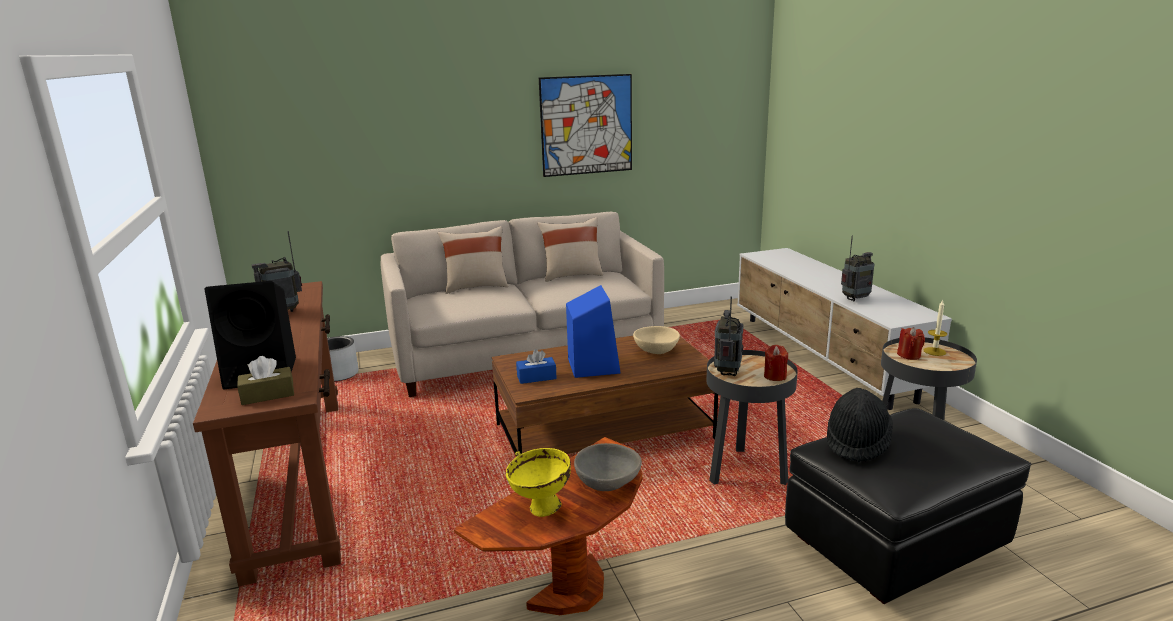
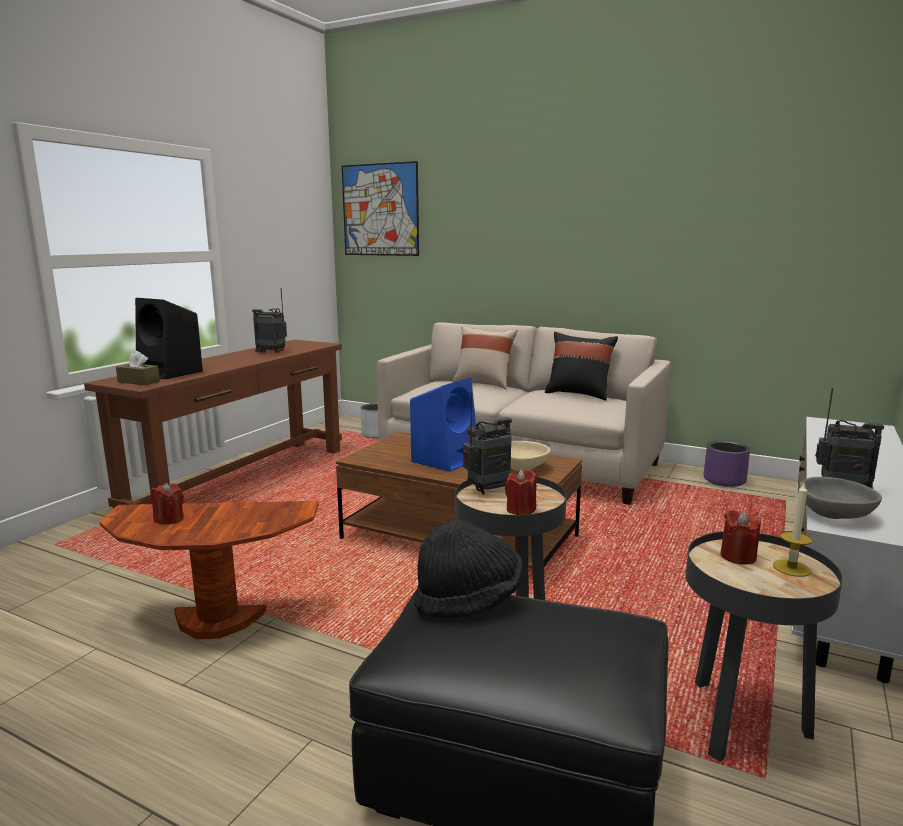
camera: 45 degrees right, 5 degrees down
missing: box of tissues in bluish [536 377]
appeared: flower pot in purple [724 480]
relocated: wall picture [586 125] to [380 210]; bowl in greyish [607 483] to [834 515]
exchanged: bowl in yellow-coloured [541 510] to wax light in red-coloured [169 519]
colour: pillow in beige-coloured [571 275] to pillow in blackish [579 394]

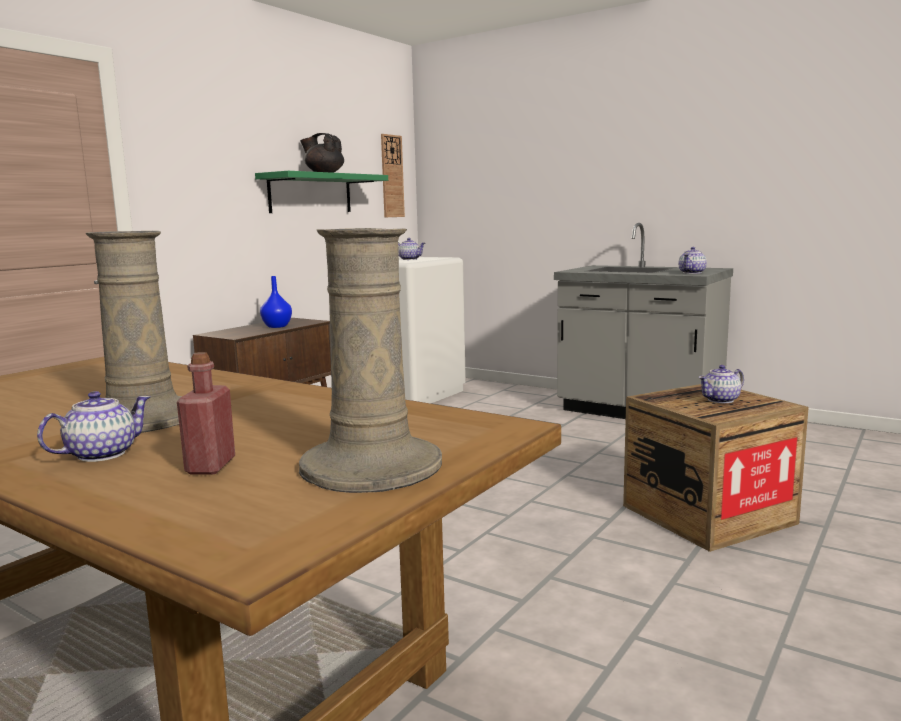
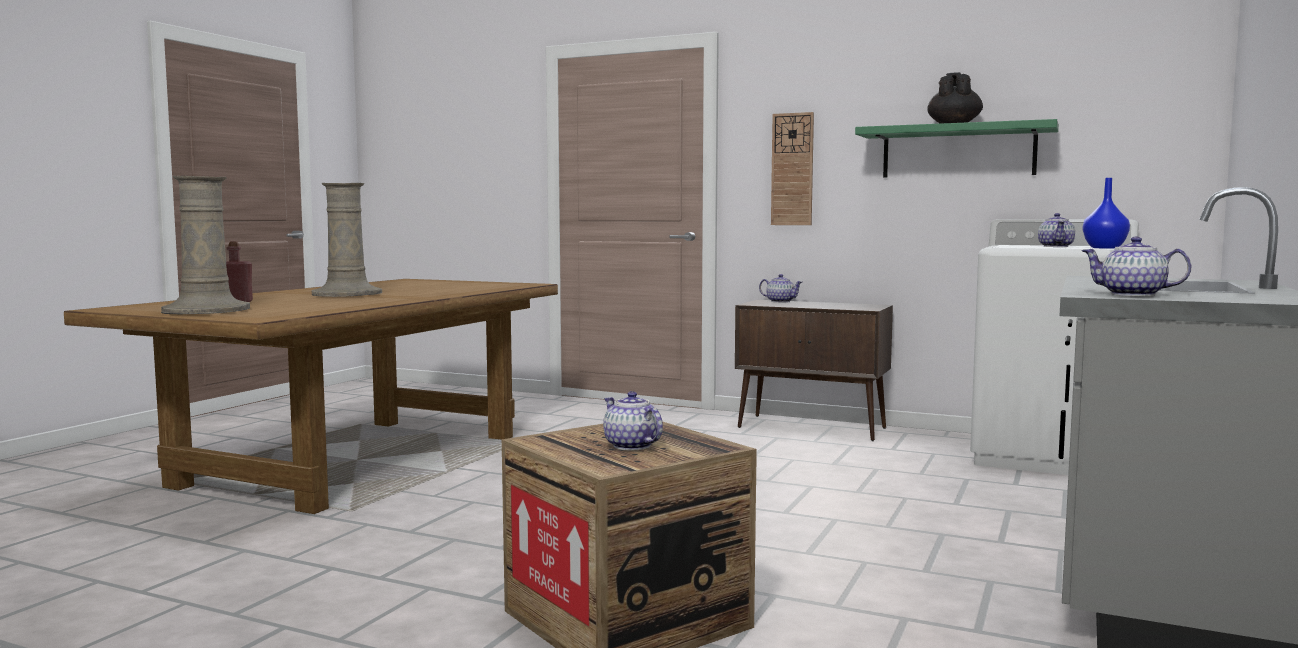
camera: 80 degrees right, 5 degrees down
relocated: pot for tea [100 454] to [780 301]; vase in bluish [277 326] to [1104 248]; clock on the wall [392 176] to [792 169]

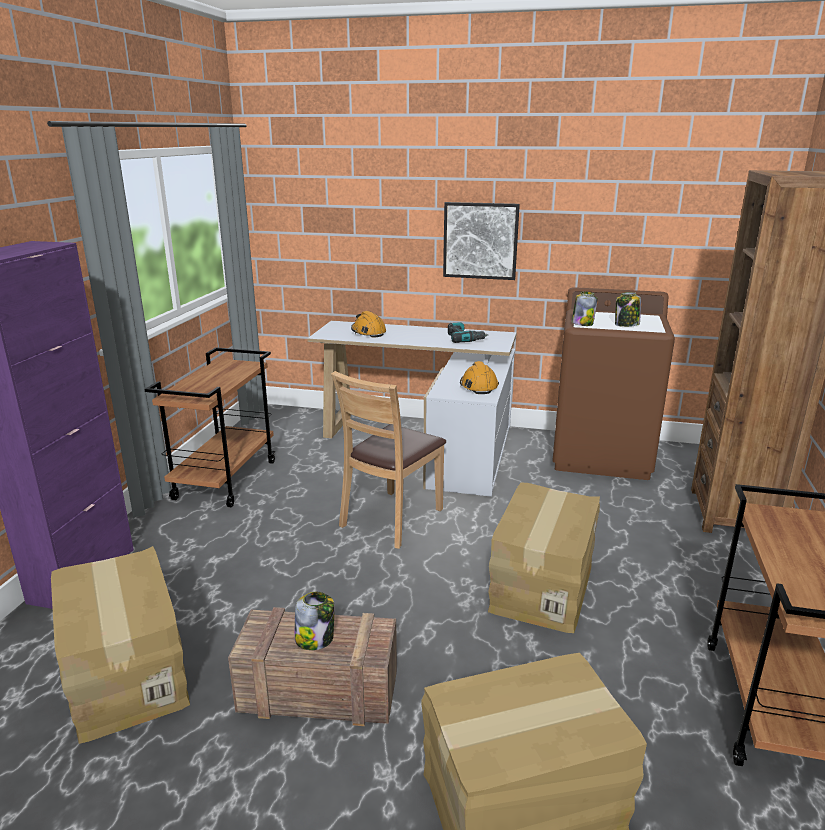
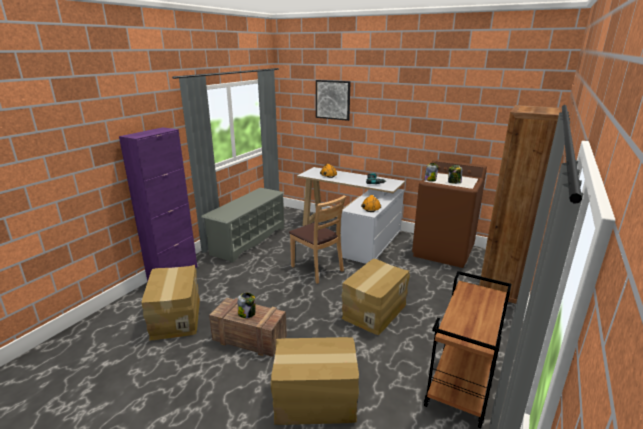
camera: 15 degrees right, 0 degrees up
relocated: wall picture [480 240] to [333 100]
exchanged: wheeled cart in brown-coloured [225 479] to shoe shelf in greyish [248 240]
spun: chair in brown-coloured [392 518] = [317 269] 90 degrees counterclockwise

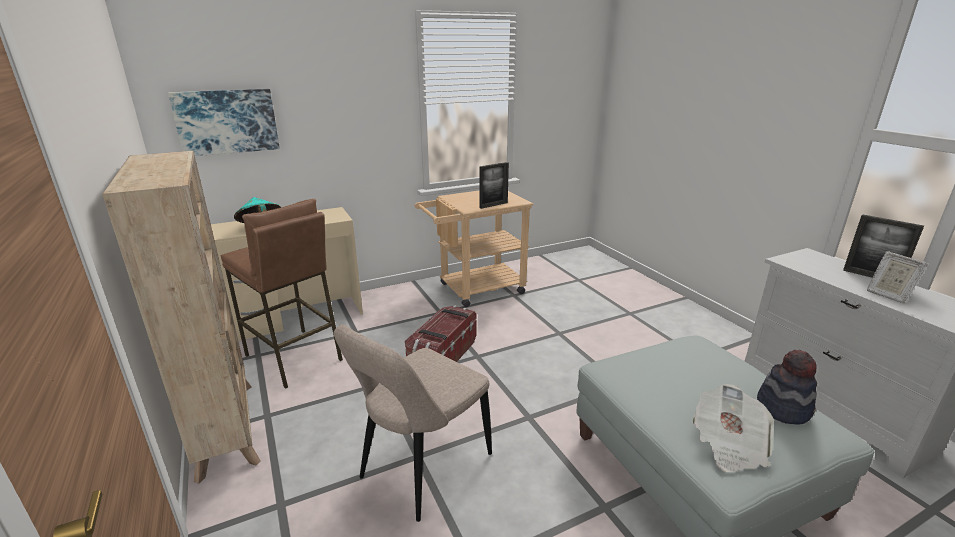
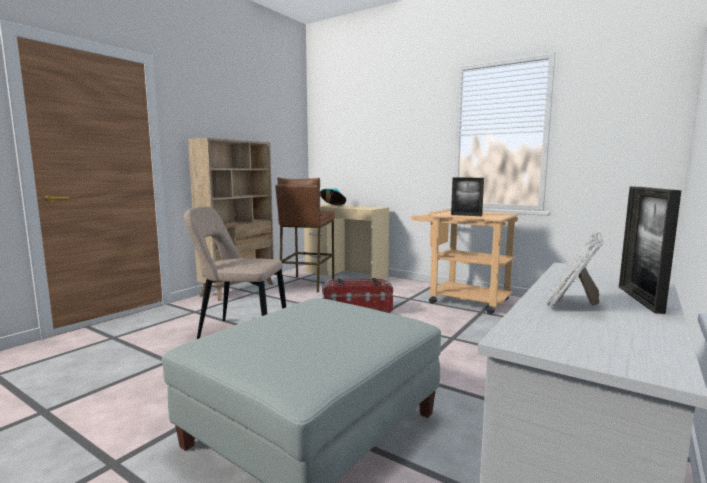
camera: 60 degrees right, 15 degrees down
missing: wall picture [227 121]; daily paper [728 445]; wearable hat [783 408]

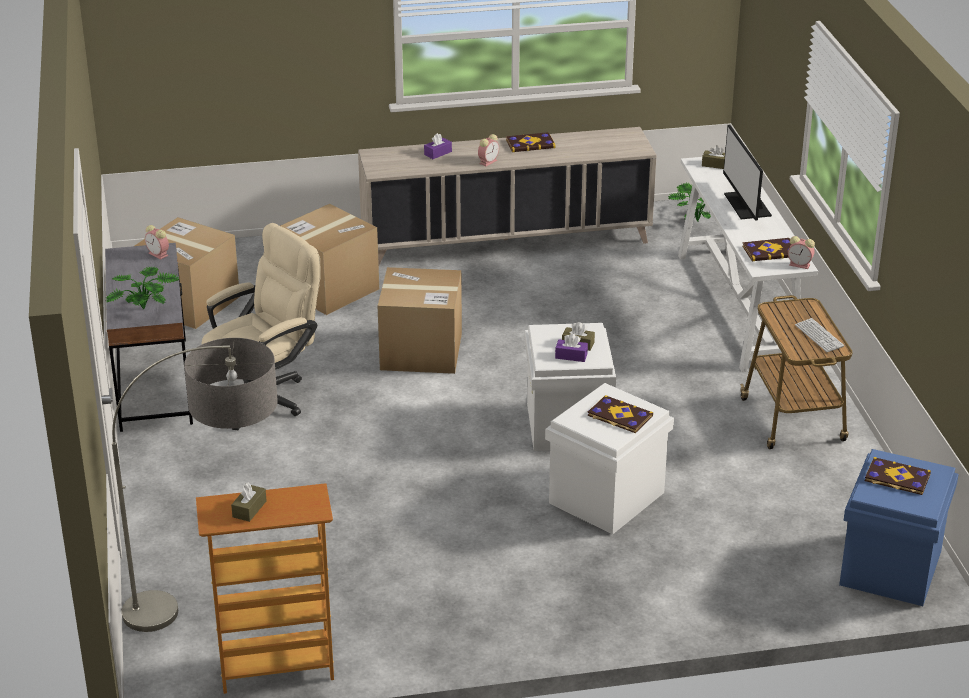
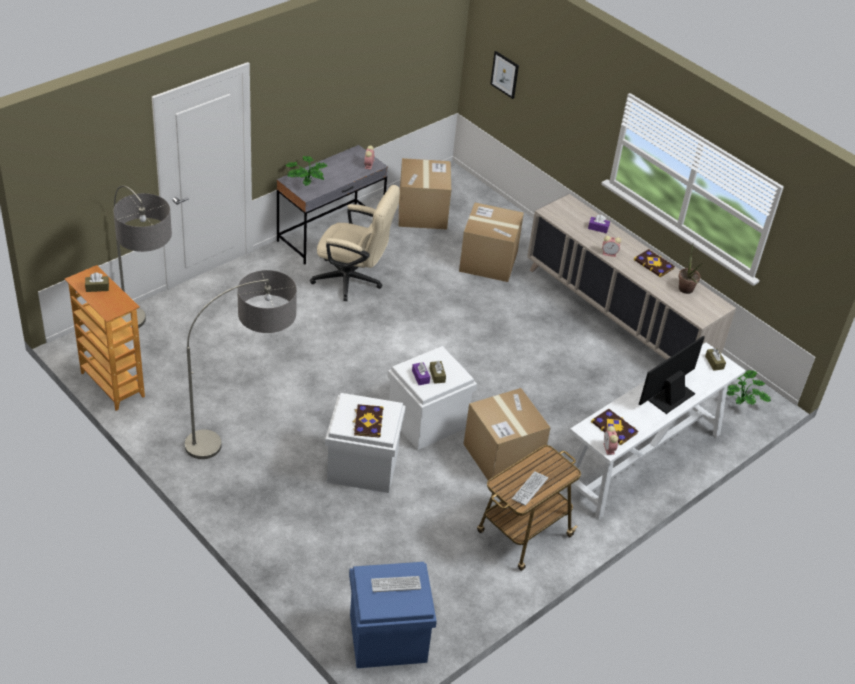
camera: 55 degrees right, 10 degrees up
appeared: standard lamp [246 438]; wall picture [505 74]; houseplant [686 291]
relocated: cardboard box [421 351] to [502 456]
exchanged: book [897 478] to keyboard [395 584]

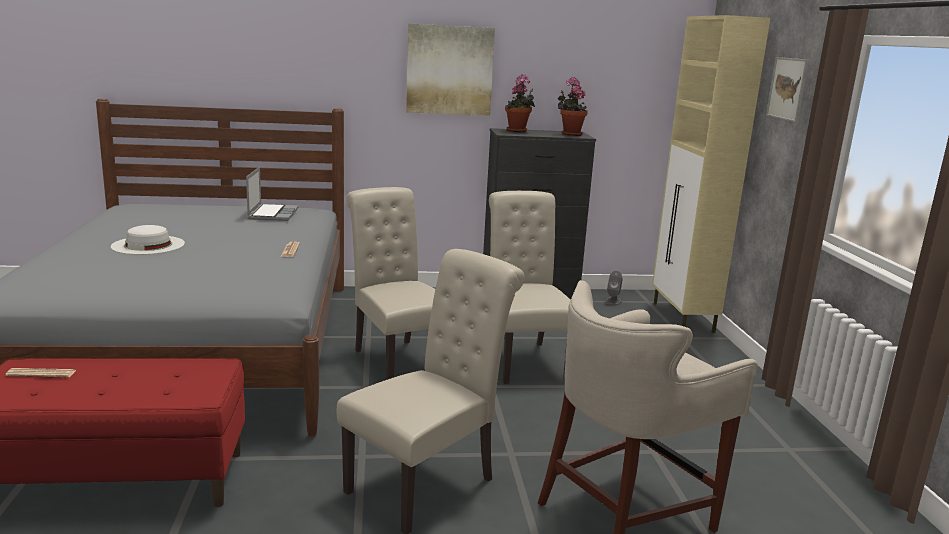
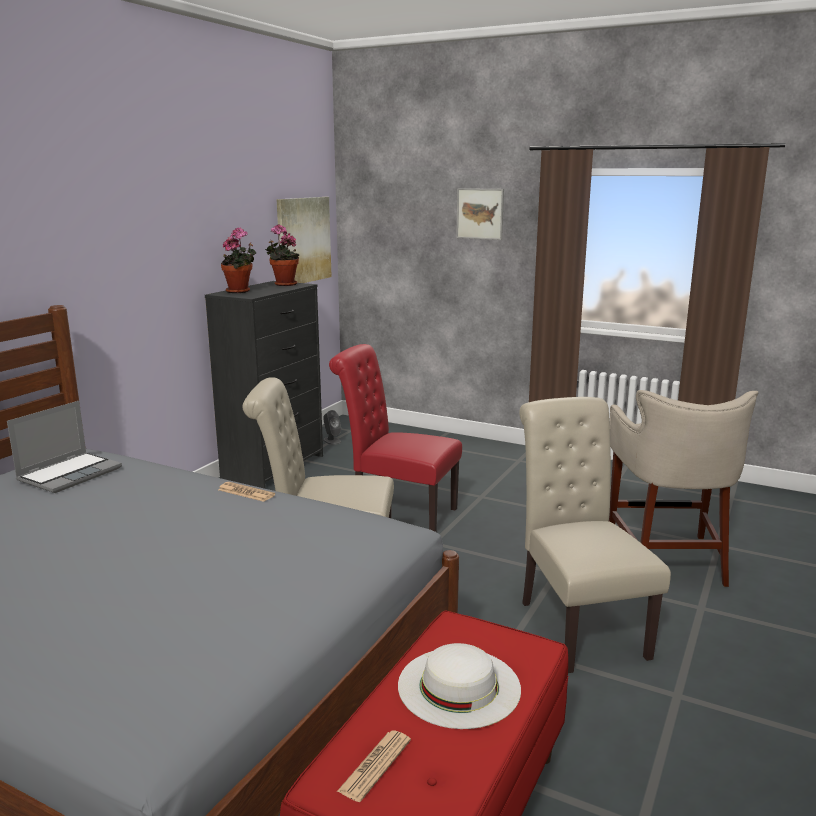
camera: 55 degrees left, 0 degrees up
missing: cupboard in beige-coloured [683 318]
relocated: wearable hat in white-coloured [148 245] to [458 686]; wall picture [449 70] to [303 240]
colour: chair in beige-coloured [523 359] to chair in red-coloured [397 512]
spun: laptop [272 214] = [70 474] 90 degrees clockwise

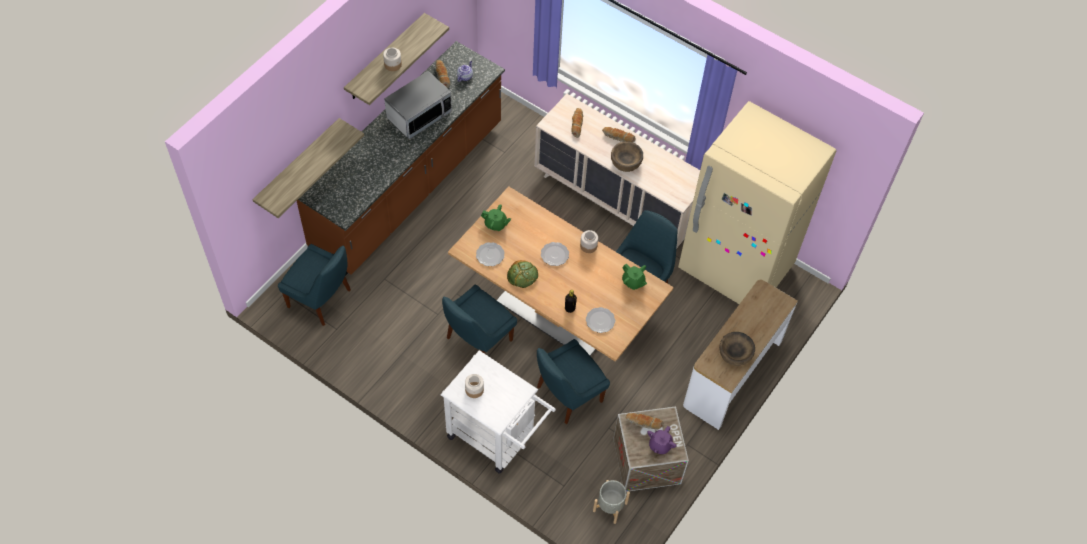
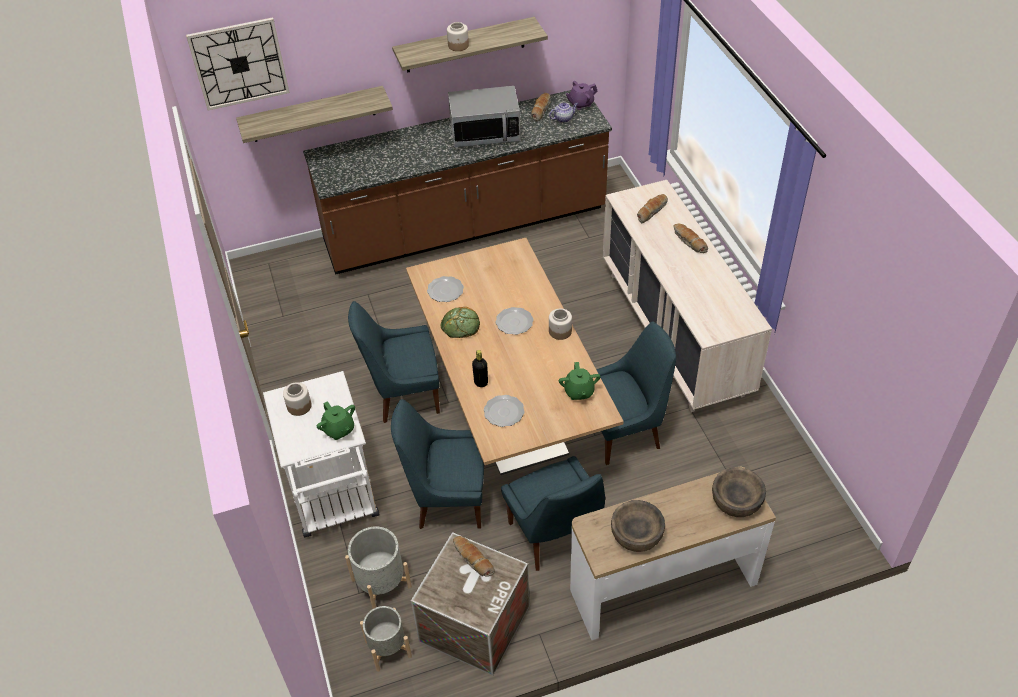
camera: 40 degrees right, 10 degrees down
missing: refrigerator in beige-coloured [735 268]
appeared: clock on the wall [239 63]; flower pot in greyish [381 583]
relocated: chair in bluish [321 299] to [555 536]; pot for tea in greenish [495 224] to [339 430]; bowl in brown-coloured [626 162] to [736 501]; pot for tea in purple [660 445] to [581 104]

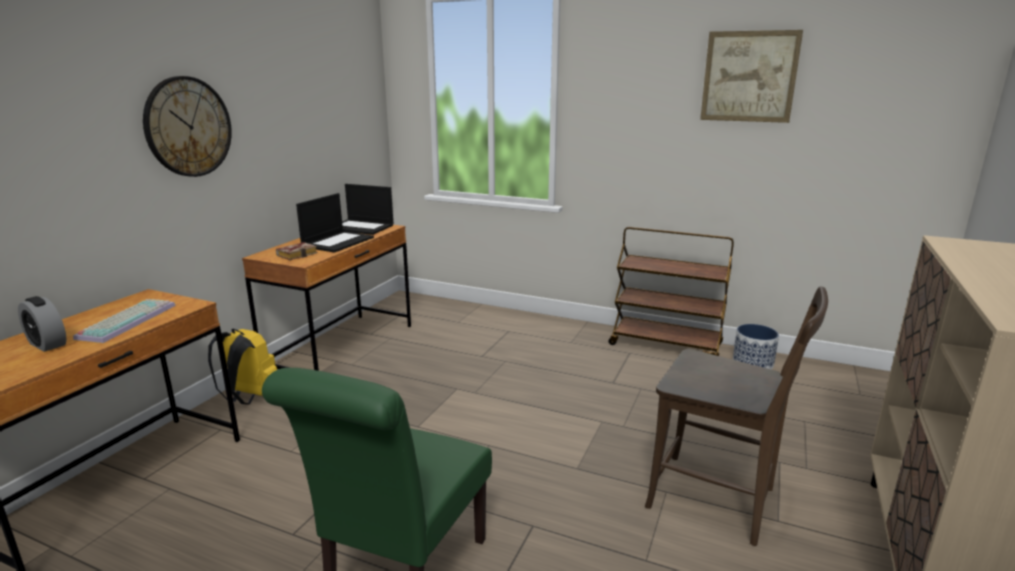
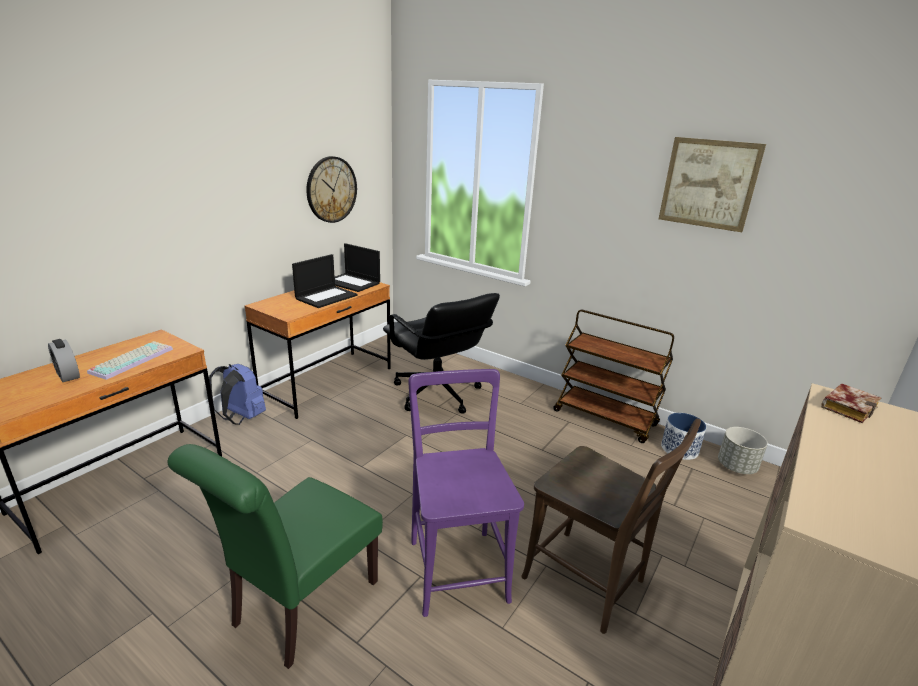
camera: 10 degrees right, 5 degrees up
appeared: computer chair in blackish [436 394]; chair in purple [456 565]; flower pot in greyish [736 467]
relocated: clock on the wall [188 127] to [331 189]; book [297 254] to [847 406]
colour: rucksack in yellow-coloured [249 397] to rucksack in bluish [241 418]

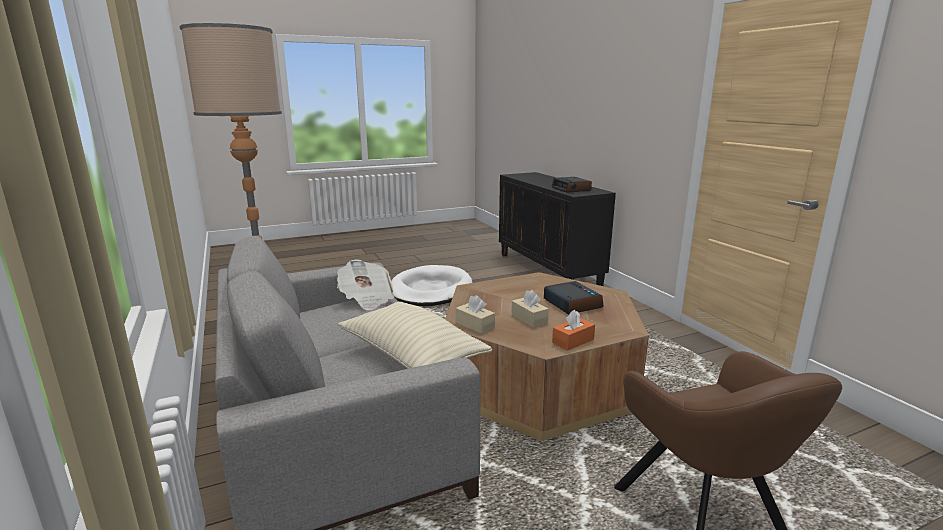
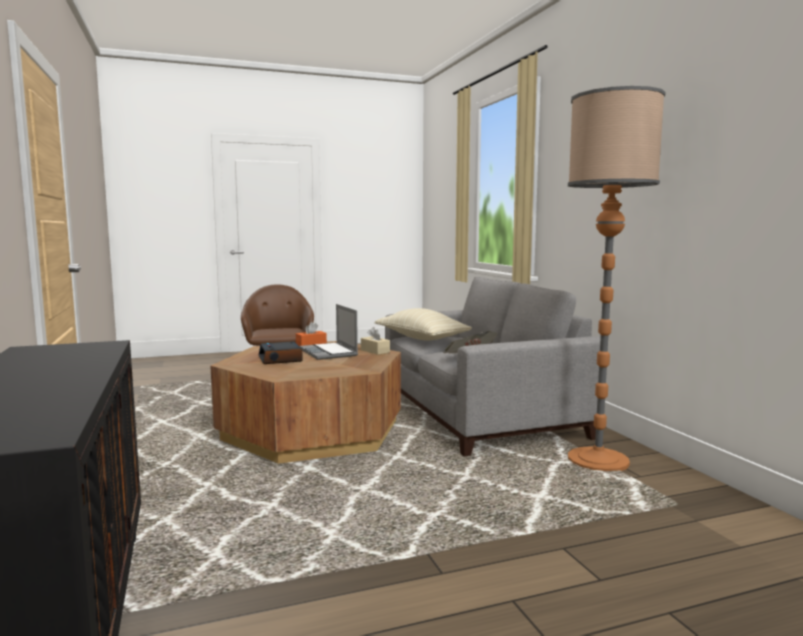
camera: 175 degrees left, 10 degrees down
missing: dog bed in white-coloured [431 290]; alarm clock [571 189]
exchanged: box of tissues in beige-coloured [529 319] to laptop [329 353]

